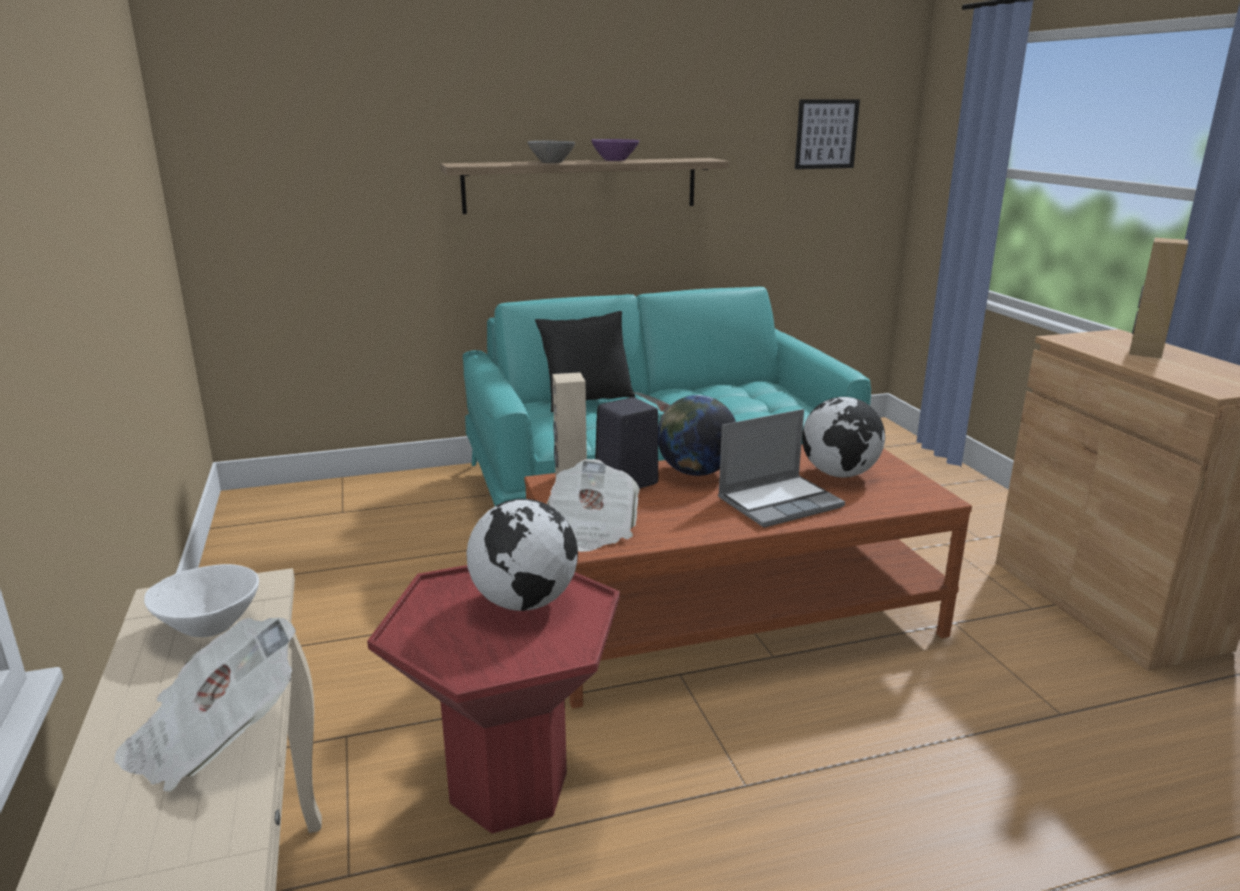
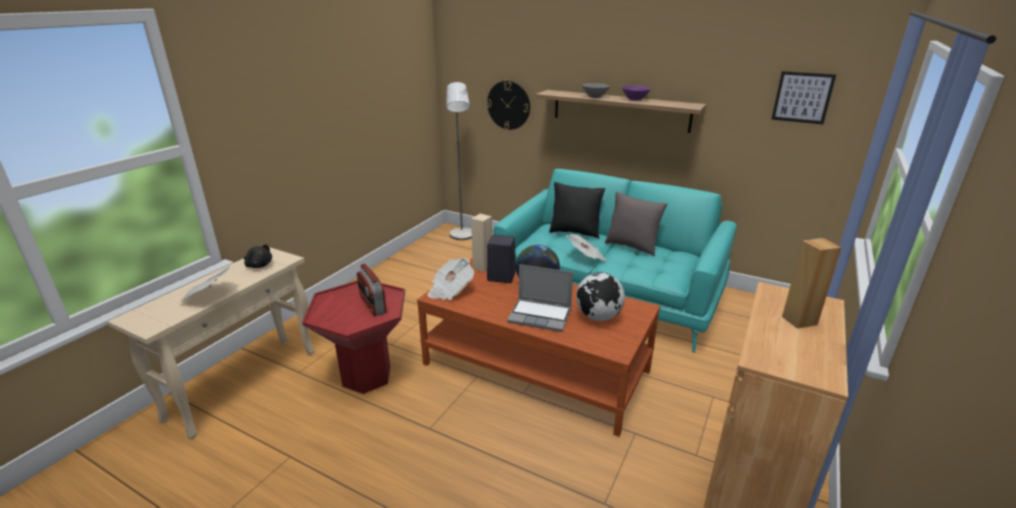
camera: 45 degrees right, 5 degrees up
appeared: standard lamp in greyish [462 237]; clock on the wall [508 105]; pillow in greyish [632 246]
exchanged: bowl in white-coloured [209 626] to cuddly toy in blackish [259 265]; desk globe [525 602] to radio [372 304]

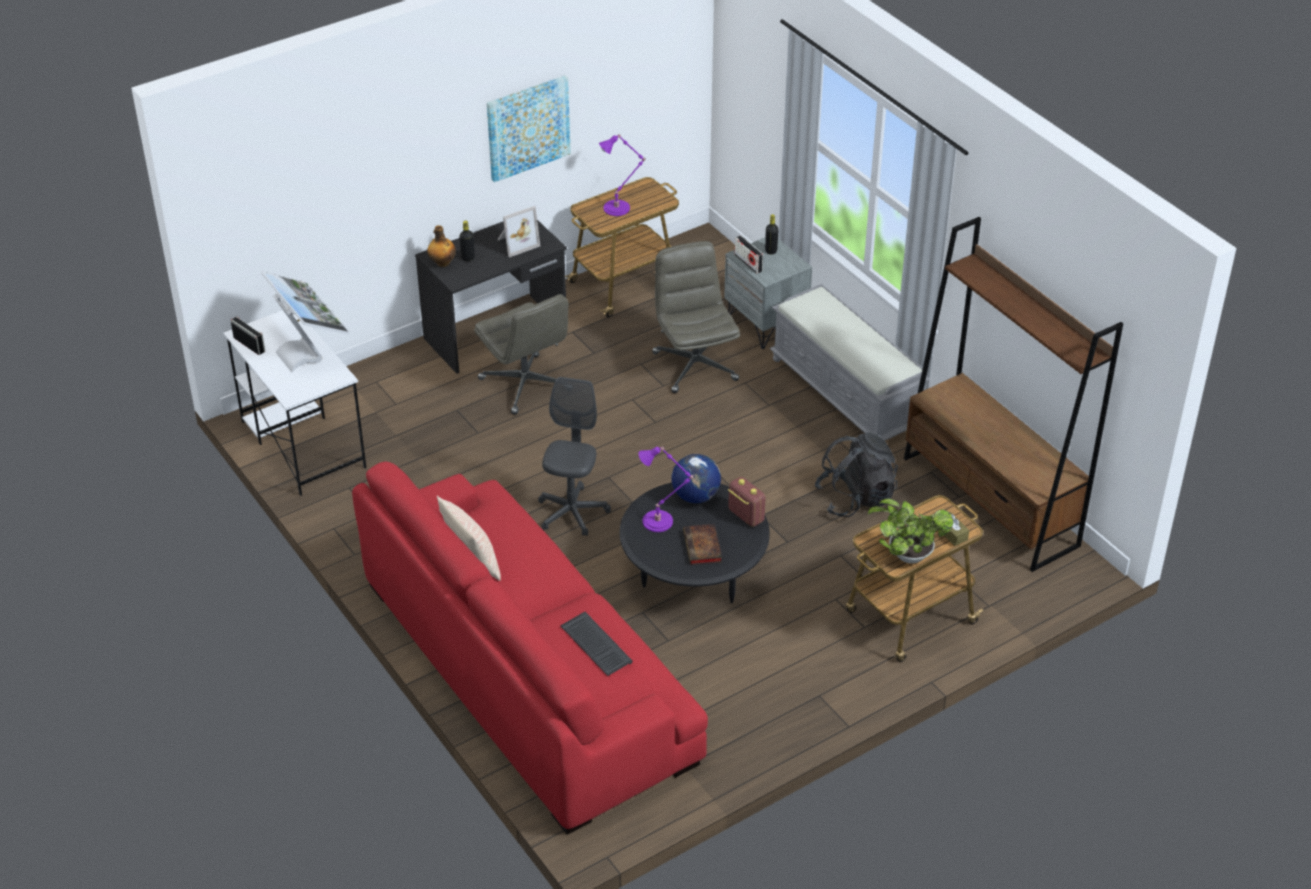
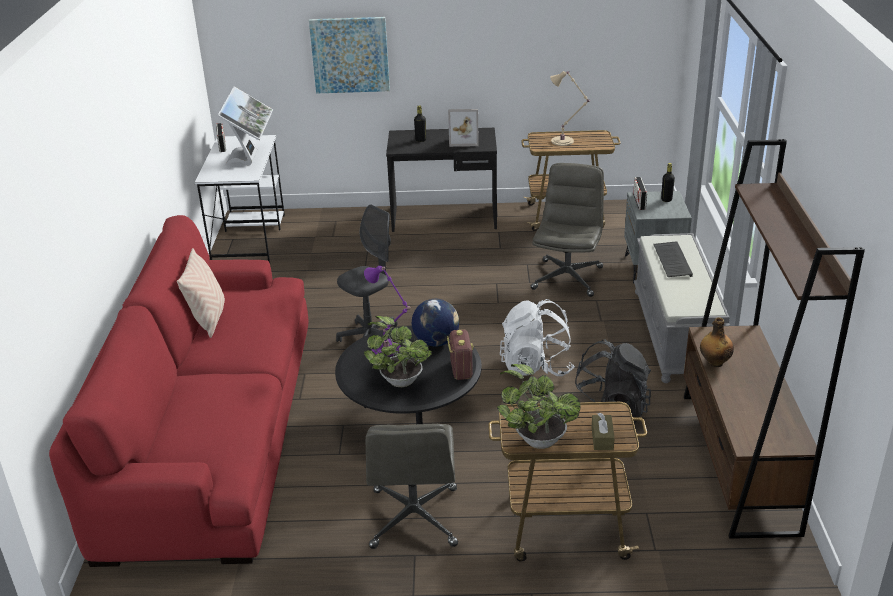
camera: 35 degrees right, 10 degrees down
appeared: rucksack in white-coloured [536 366]
relocated: drink bottle [442 263] to [714 362]; computer chair in greyish [526 385] to [414 519]; wall picture [528 127] to [350 55]; keyboard [595 645] to [671 260]
exchanged: book [703 548] to houseplant [399 380]
colour: table lamp in purple [619 208] to table lamp in beige-coloured [564 141]

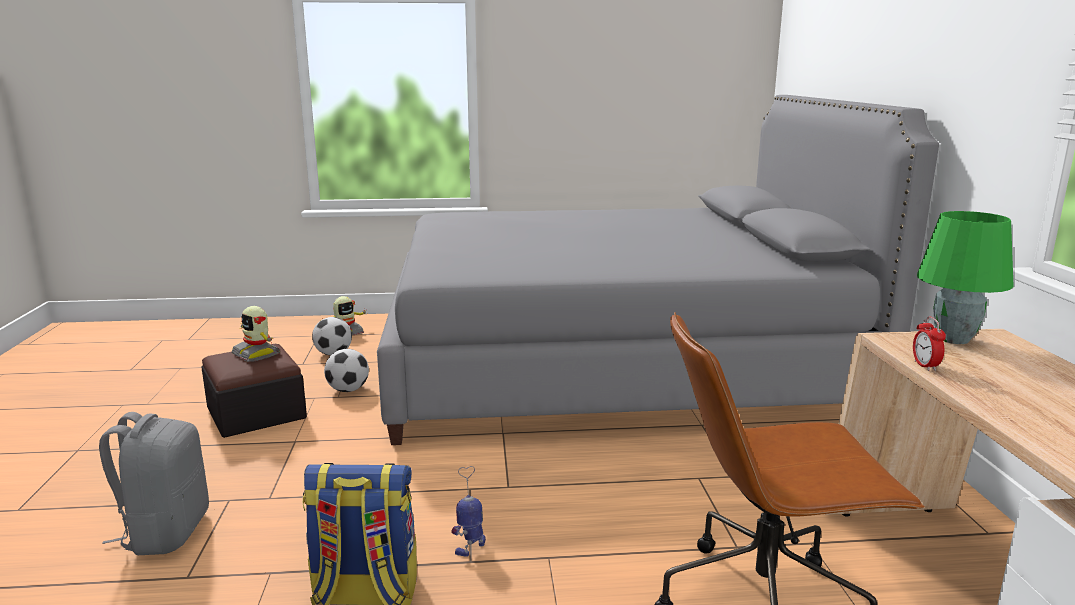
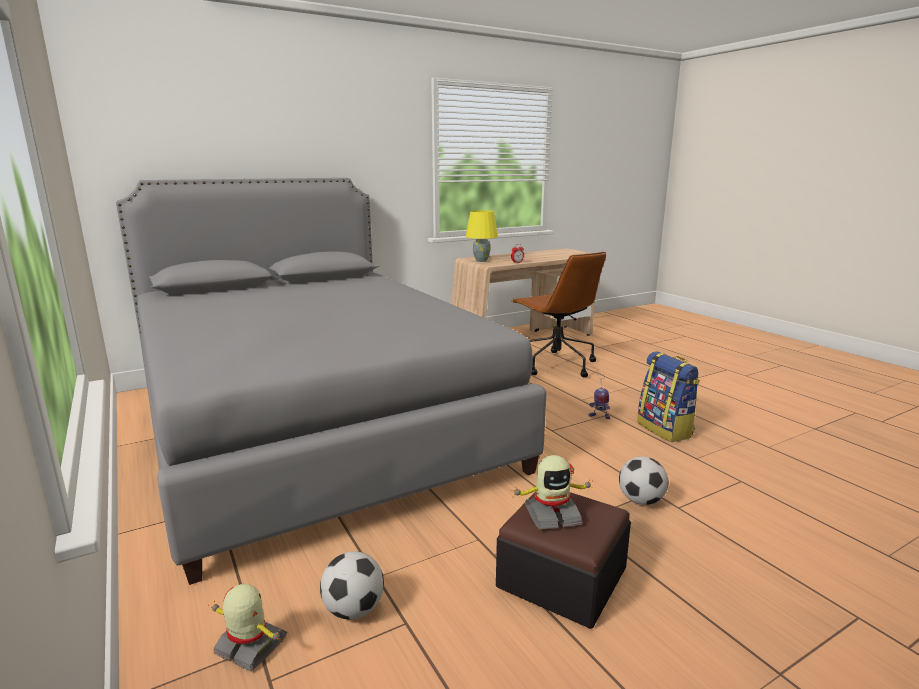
camera: 115 degrees left, 0 degrees up
missing: rucksack in greyish [165 532]
relocated: football [348 390] to [641 501]
colour: table lamp in greenish [952 339] to table lamp in yellow-coloured [481 261]
spun: toy robot [257 354] = [551 515] 60 degrees clockwise

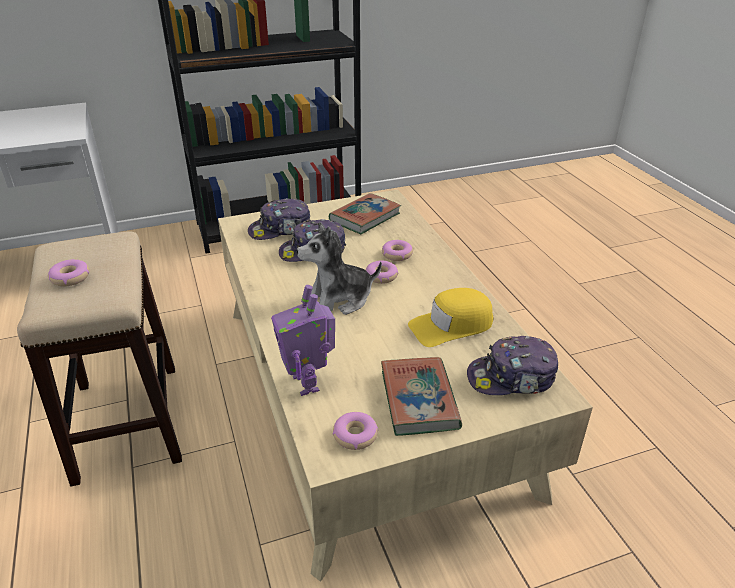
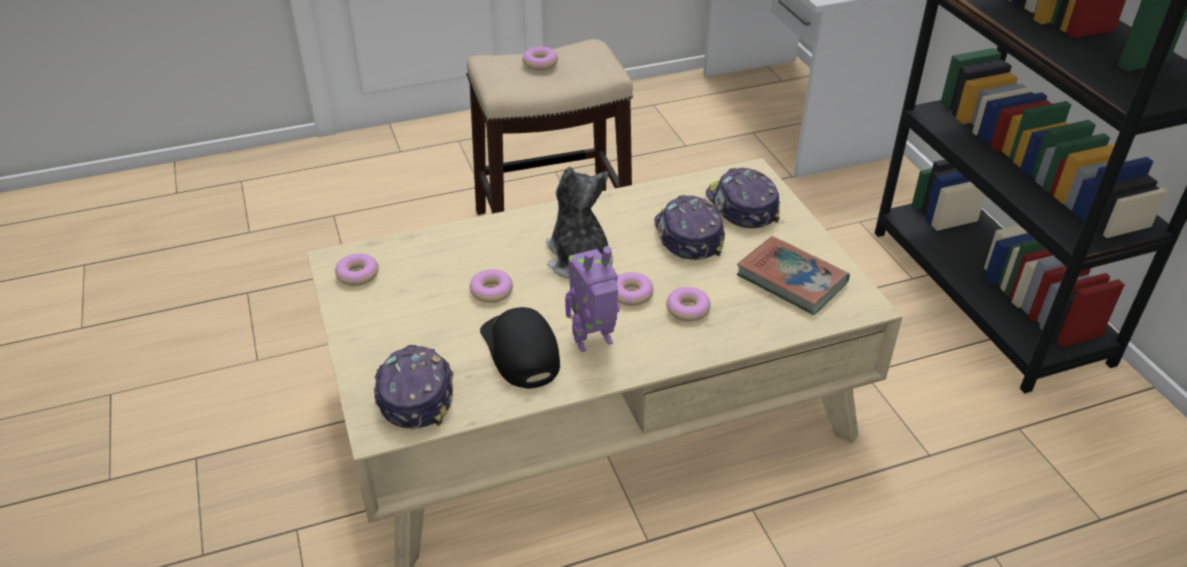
camera: 90 degrees right, 5 degrees up
missing: book [419 400]
appeared: donut [491 291]
relocated: toy robot [308 383] to [594 342]
colour: baseball cap in yellow-coloured [451 325] to baseball cap in blackish [521 351]

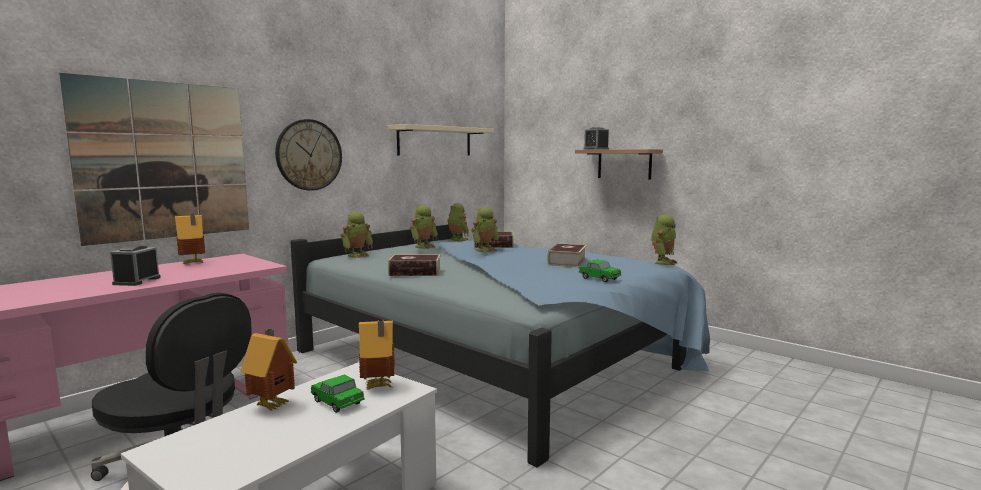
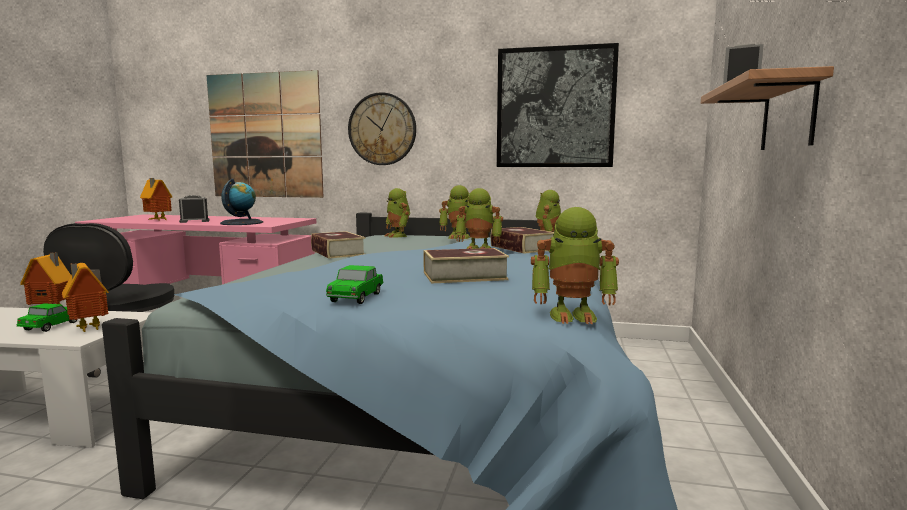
camera: 60 degrees right, 0 degrees up
appeared: desk globe [241 223]
relocated: toy house [193 264] to [157 220]
exchanged: bracket shelf in beige-coloured [435 141] to wall picture [555 108]
spun: toy robot [357 255] = [398 236] 45 degrees clockwise

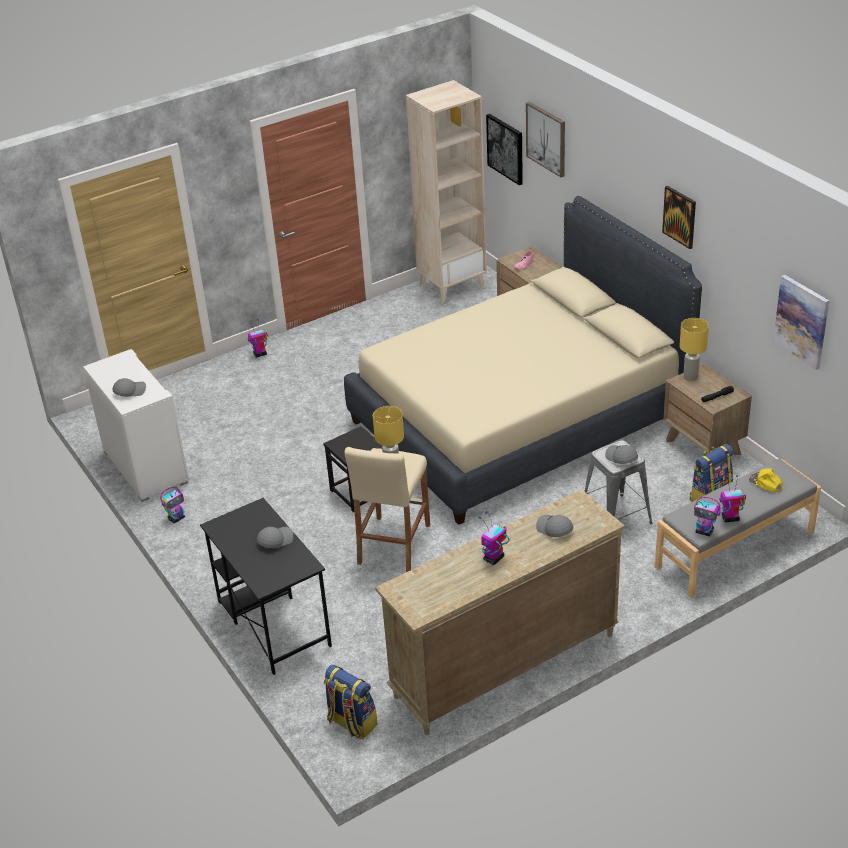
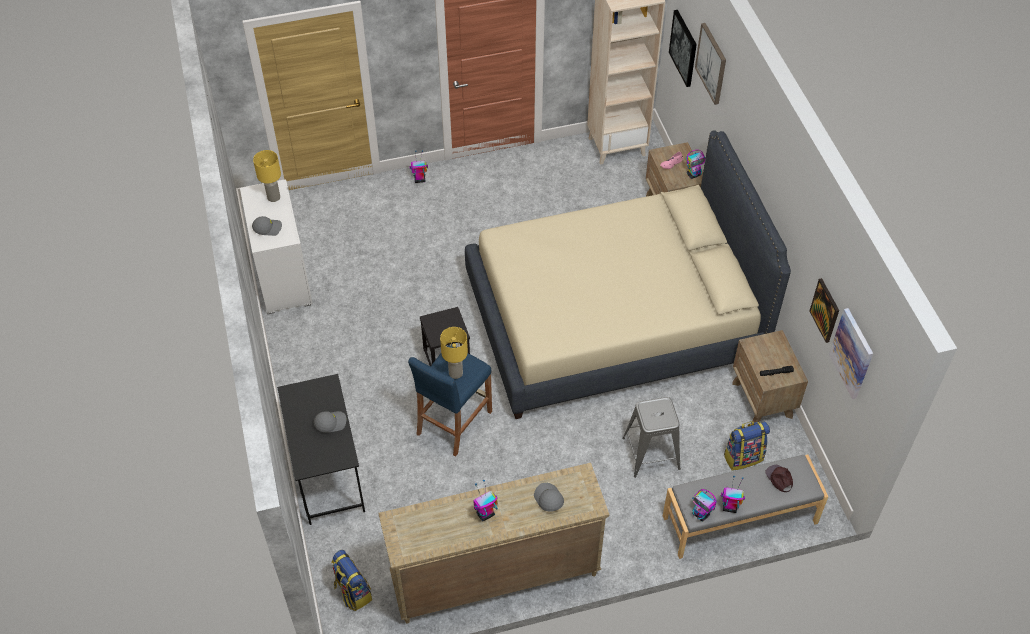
camera: 15 degrees right, 15 degrees up
missing: baseball cap in greyish [621 458]
relocated: toy robot [177 518] to [694 174]; wall picture [680 216] to [825 310]; table lamp in yellow-coloured [690 377] to [273 197]
colour: stool seat in beige-coloured [393 544] to stool seat in bluish [454 422]; baseball cap in yellow-coloured [766 483] to baseball cap in brown-coloured [779 479]

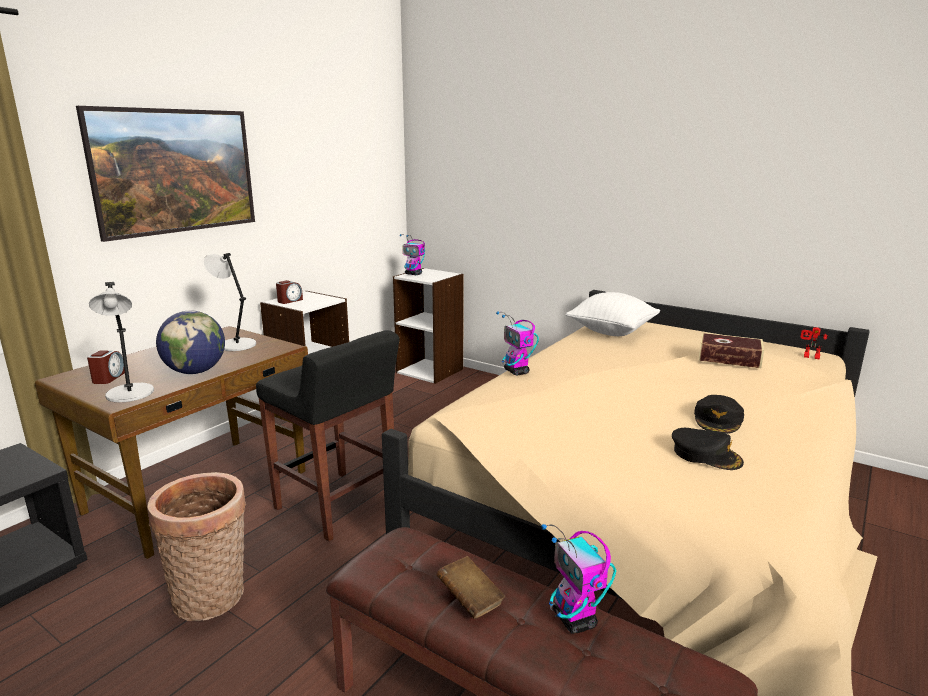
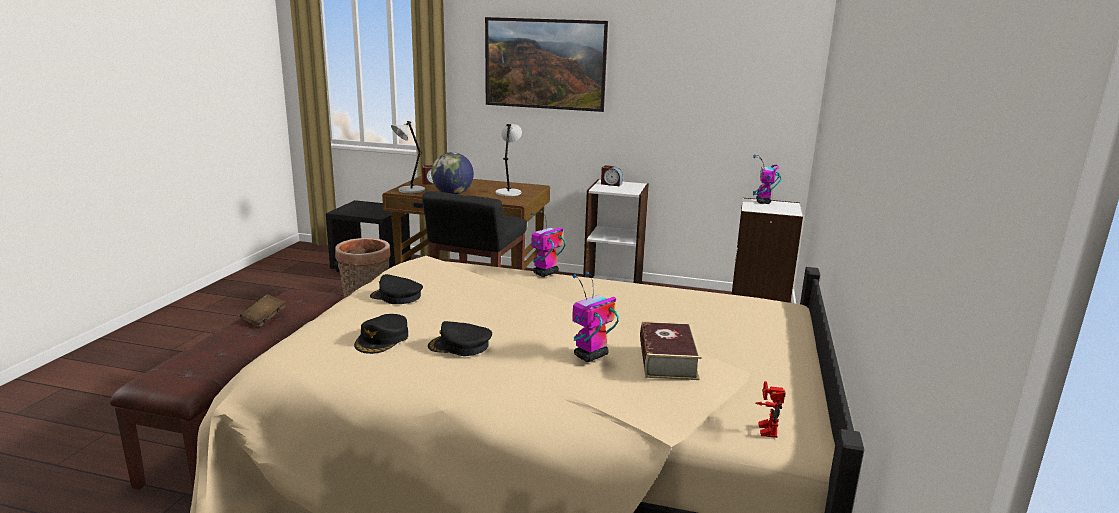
camera: 70 degrees right, 0 degrees up
missing: pillow in white-coloured [611 332]
appeared: baseball cap in blackish [396 296]
relocated: toy robot [575 620] to [590 356]

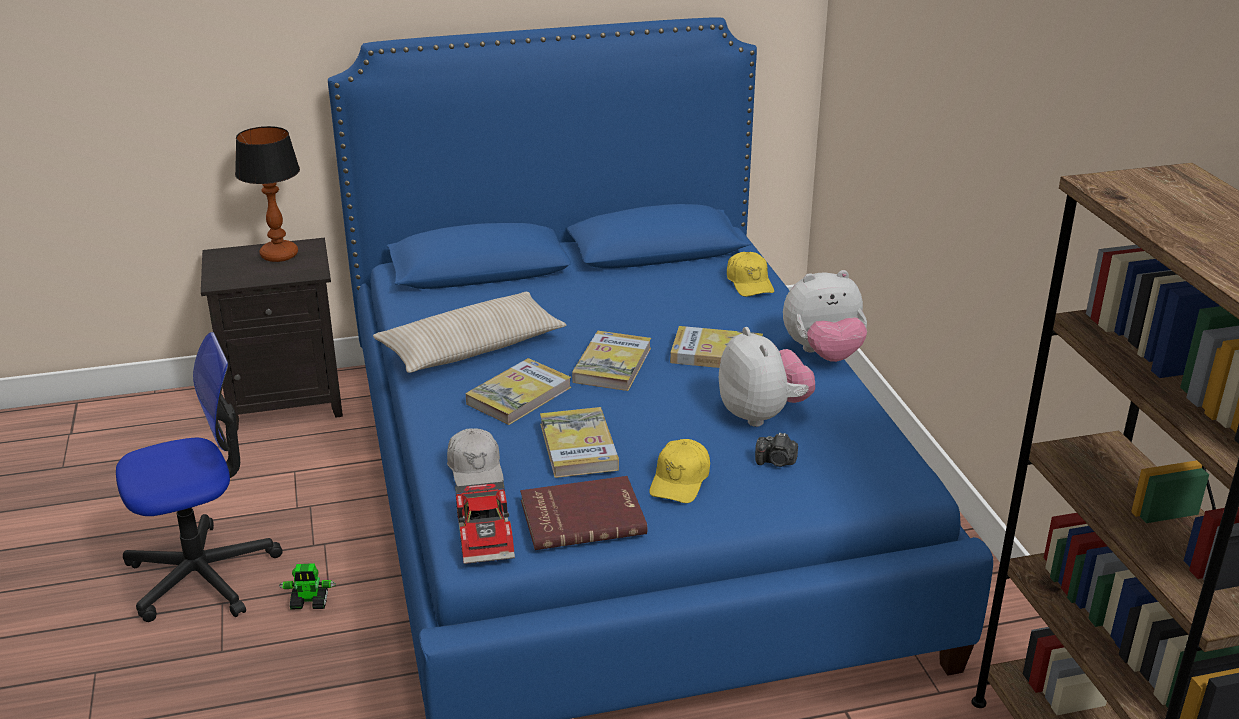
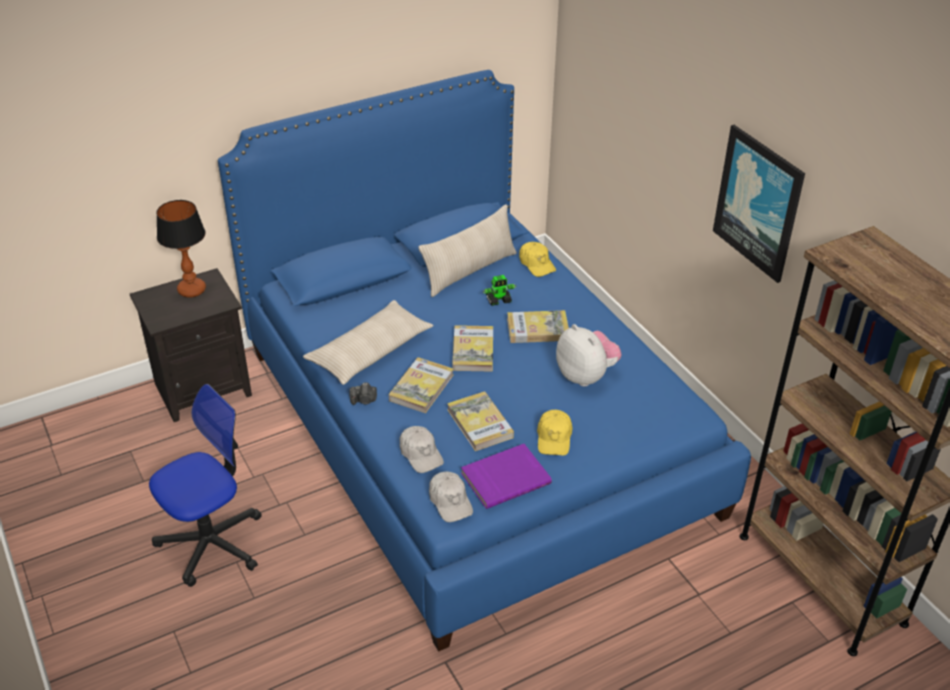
camera: 15 degrees left, 10 degrees up
missing: cuddly toy [823 354]
appeared: pillow in beige-coloured [469 271]; wall picture [758 203]
relocated: toy robot [310 602] to [499 300]; photo camera [776 462] to [364 400]
exchanged: miniature car [488 532] to baseball cap in white-coloured [450 501]
colour: book in red-coloured [582 516] to book in purple [505 477]

